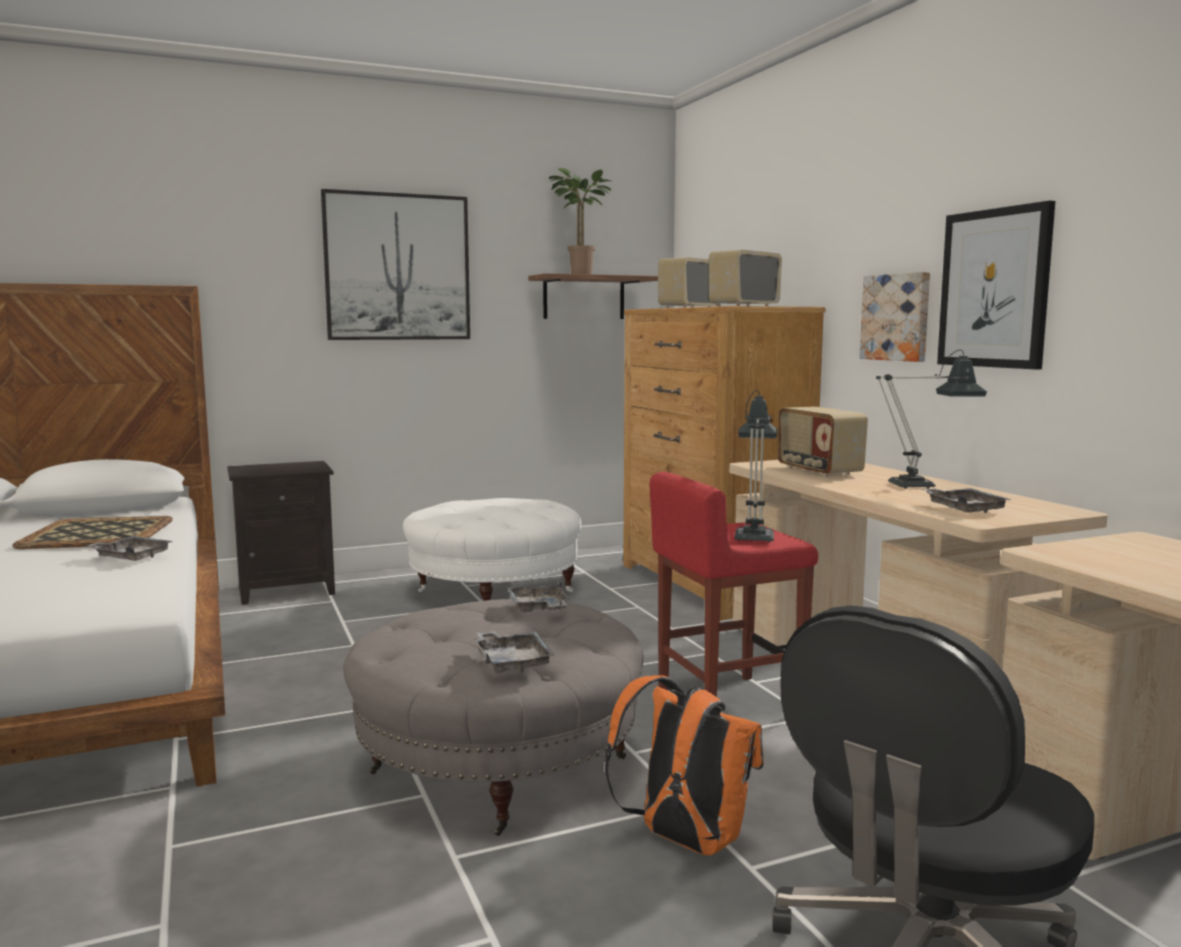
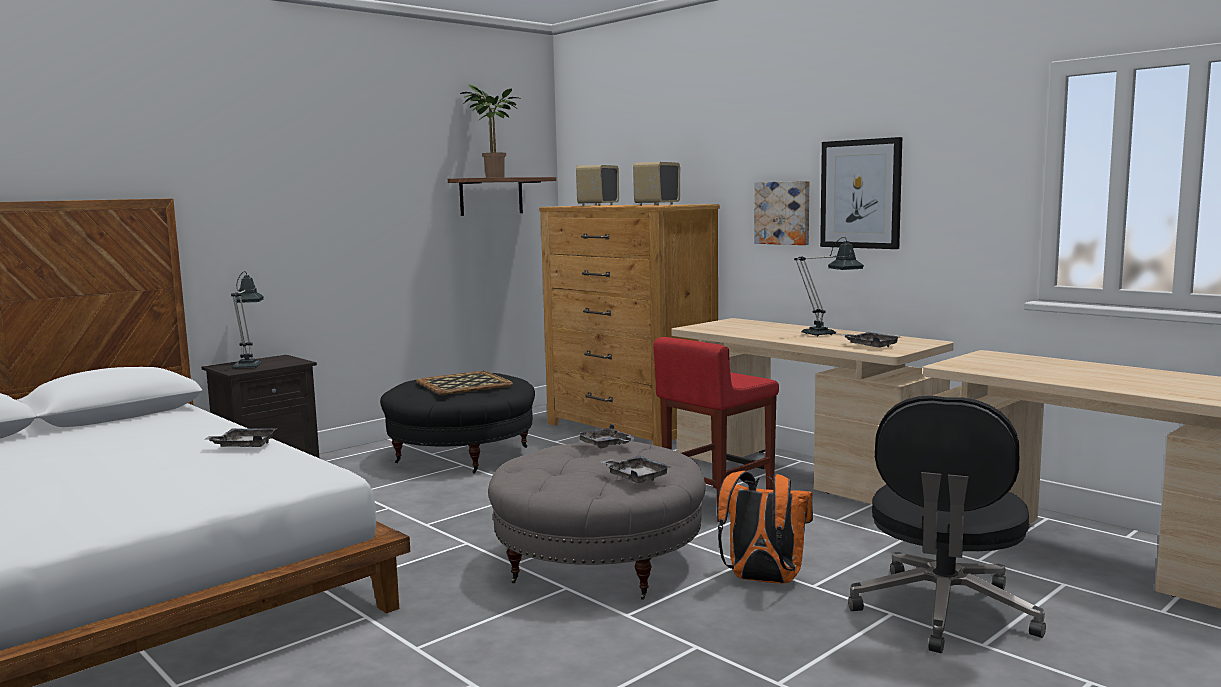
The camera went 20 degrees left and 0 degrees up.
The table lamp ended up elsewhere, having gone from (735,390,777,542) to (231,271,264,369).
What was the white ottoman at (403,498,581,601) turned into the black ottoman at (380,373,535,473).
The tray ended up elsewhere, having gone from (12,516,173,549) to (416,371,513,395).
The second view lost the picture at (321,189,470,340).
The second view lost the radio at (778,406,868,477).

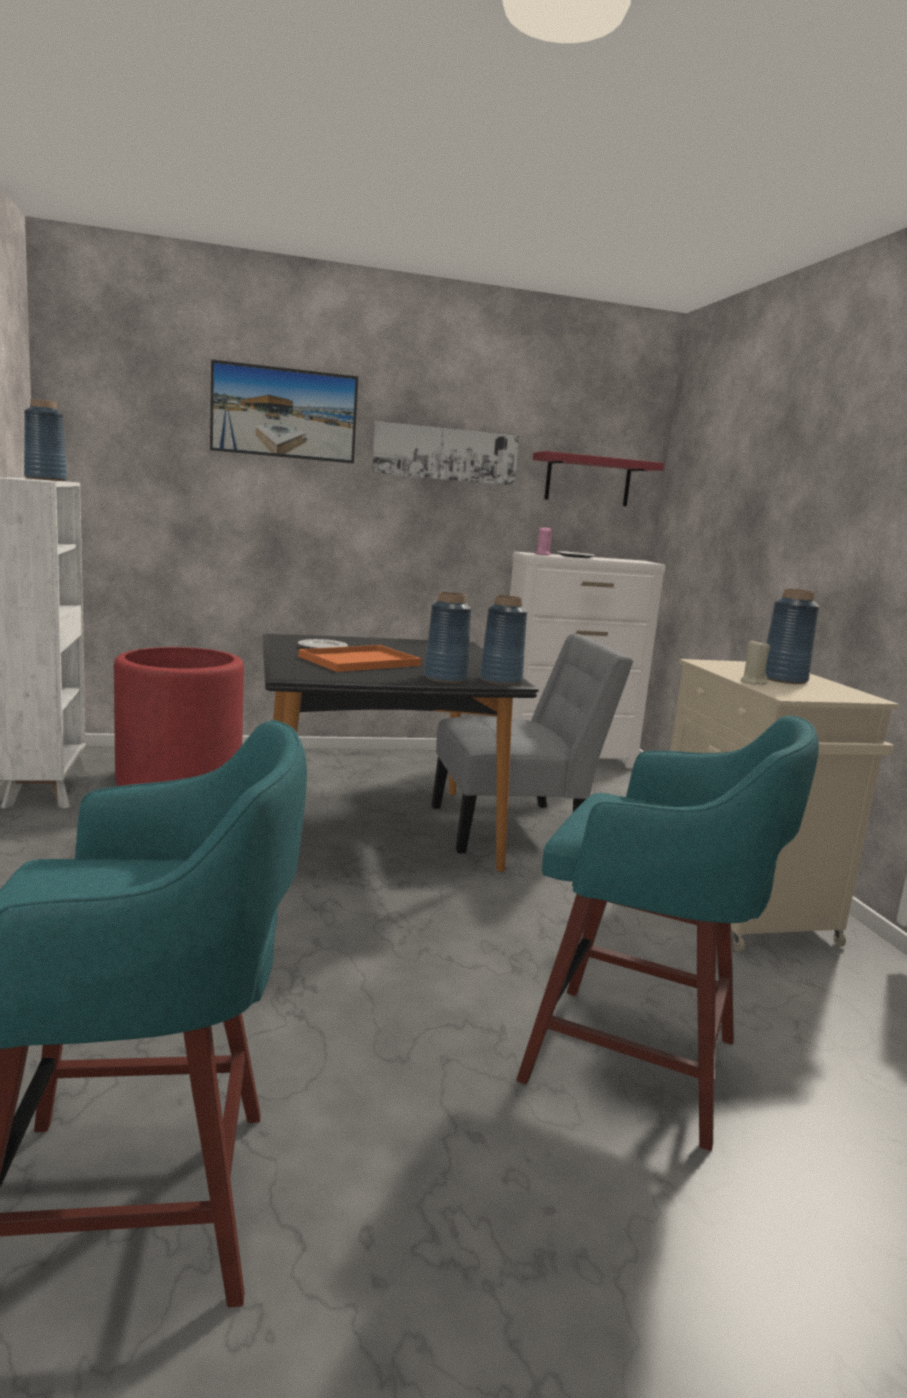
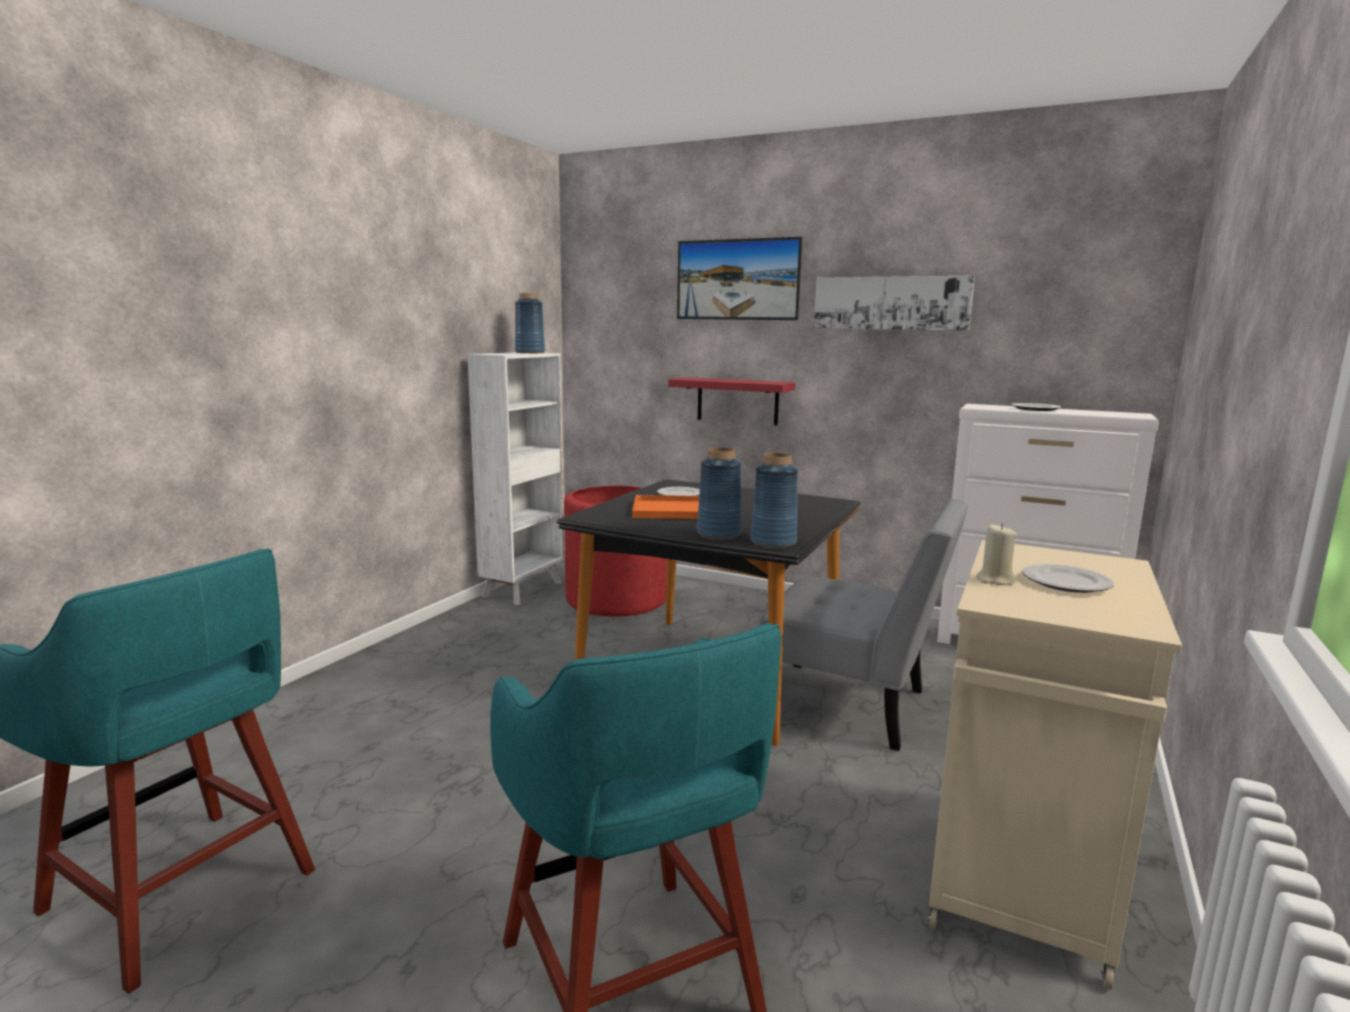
The camera went 40 degrees right and 0 degrees up.
The red shelf ended up elsewhere, having gone from (533,451,664,506) to (668,377,795,425).
Where the blue vase stood at (766,589,819,684), the plate came to stand at (1022,564,1114,593).
The second view lost the pink candle at (535,526,552,555).

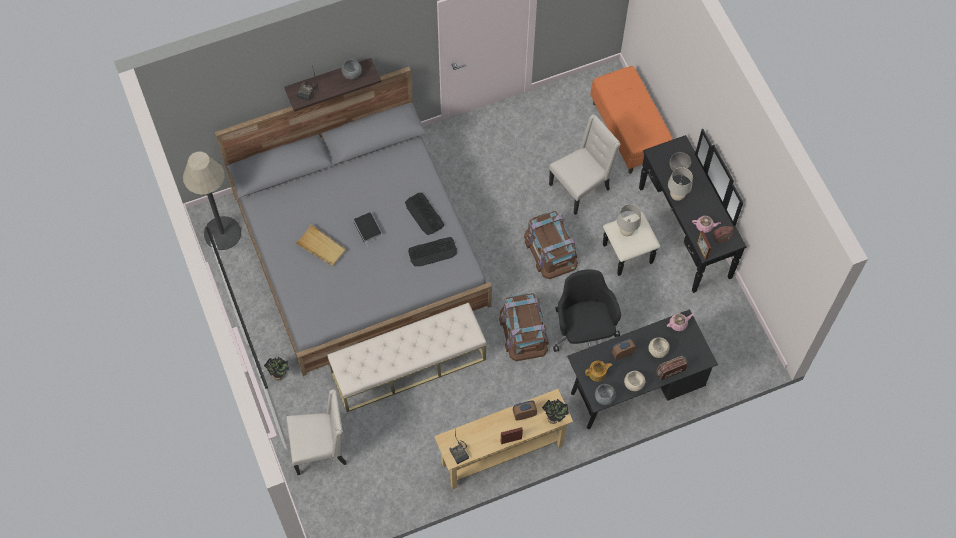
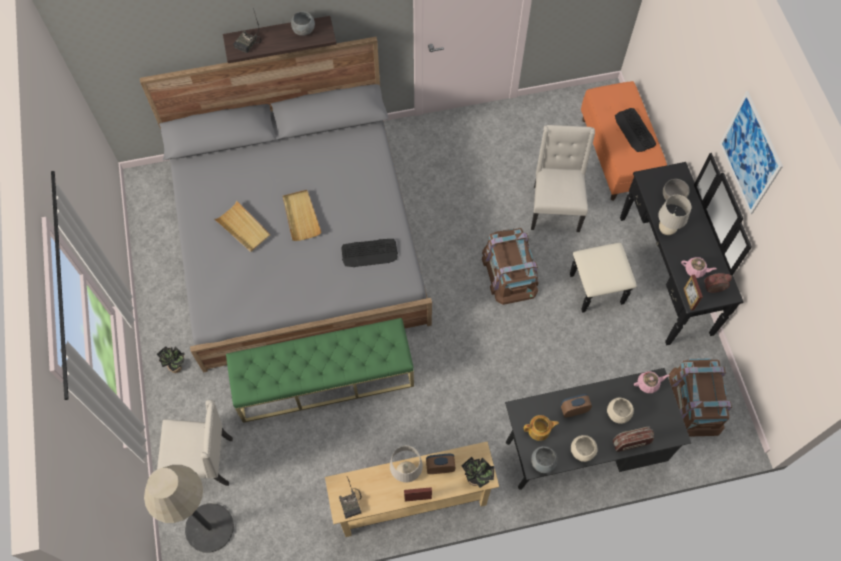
The camera went 10 degrees right and 0 degrees up.
The floor lamp ended up elsewhere, having gone from (183,151,241,250) to (144,465,234,553).
What was the beige bench at (327,303,486,412) turned into the green bench at (226,318,414,423).
Where the book stood at (353,212,382,247), the beige tray came to stand at (283,190,322,241).
The beige table lamp ended up elsewhere, having gone from (617,204,641,236) to (390,446,423,483).
The beige chair at (549,114,621,215) ended up facing another way, 60 degrees counterclockwise from before.
The keyboard ended up elsewhere, having gone from (405,193,444,235) to (615,108,656,152).
The brown storage box ended up elsewhere, having gone from (499,293,549,361) to (669,358,732,437).
The second view gained the picture at (720,91,783,214).
The second view lost the black office chair at (553,269,621,352).

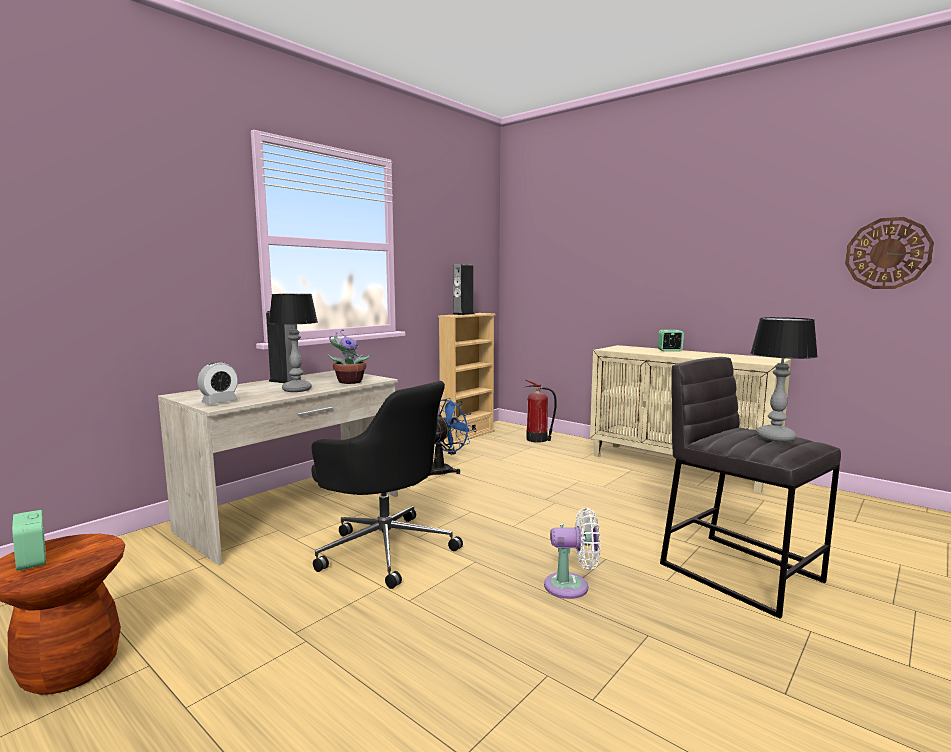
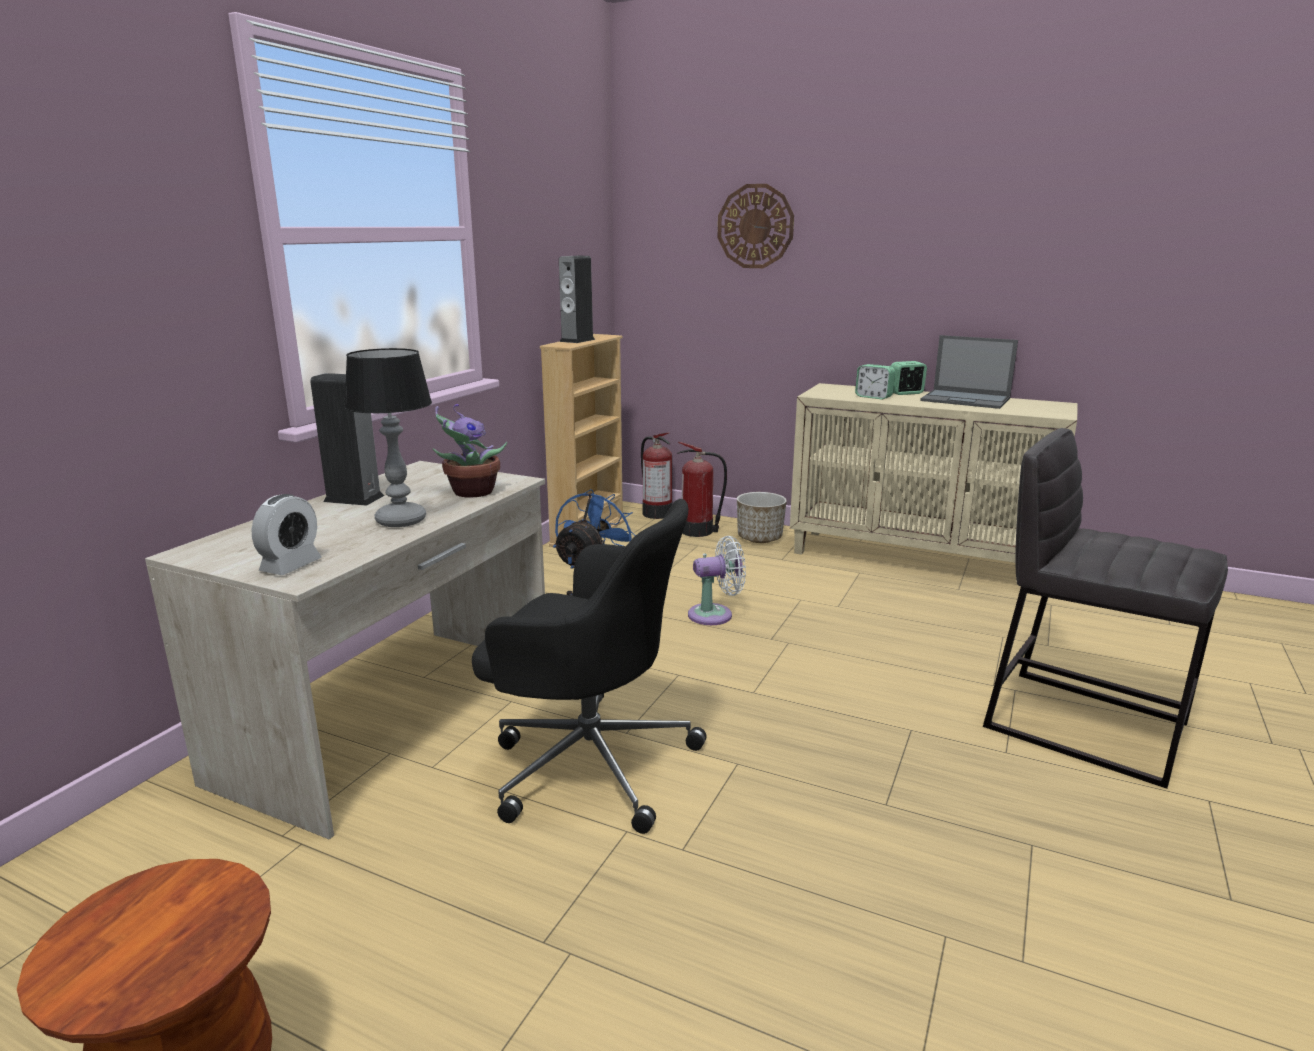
The camera went 15 degrees left and 10 degrees up.
The second view gained the fire extinguisher at (641,432,673,519).
The white fan ended up elsewhere, having gone from (544,508,600,599) to (688,536,746,625).
The wall clock ended up elsewhere, having gone from (845,217,934,289) to (717,184,794,268).
The second view gained the planter at (737,492,787,543).
The alarm clock ended up elsewhere, having gone from (12,510,46,571) to (855,364,895,400).
The second view gained the laptop at (920,335,1018,409).
The second view lost the table lamp at (750,317,818,442).

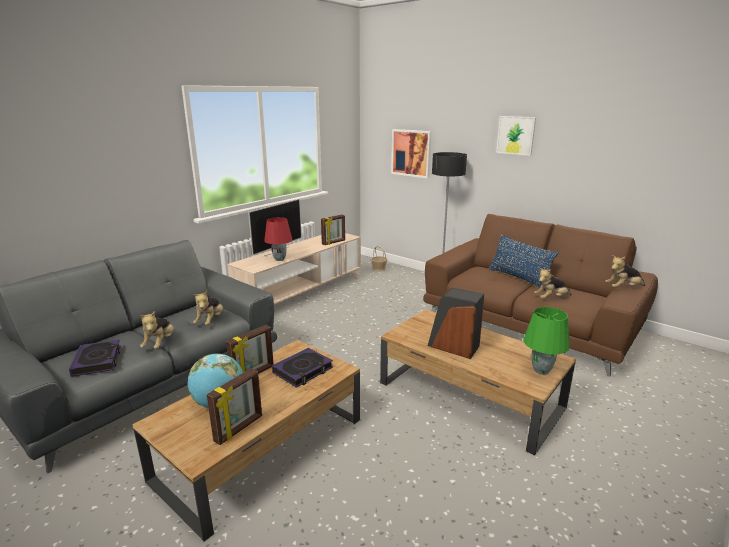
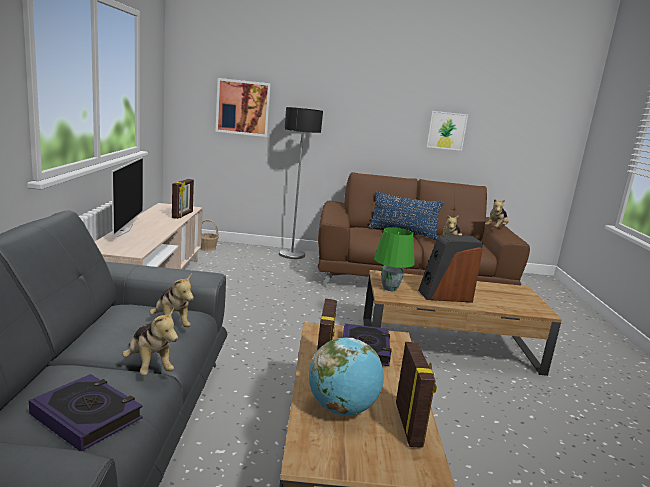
The camera went 40 degrees left and 5 degrees down.
The green table lamp ended up elsewhere, having gone from (523,307,570,374) to (374,227,415,291).
The picture ended up elsewhere, having gone from (496,116,536,156) to (426,111,468,151).
The second view lost the red table lamp at (264,217,292,261).

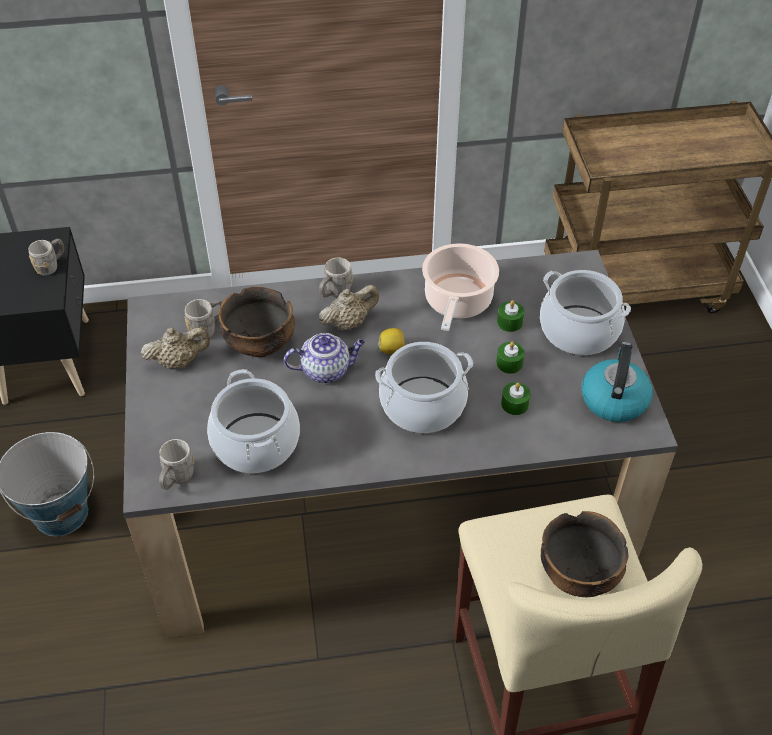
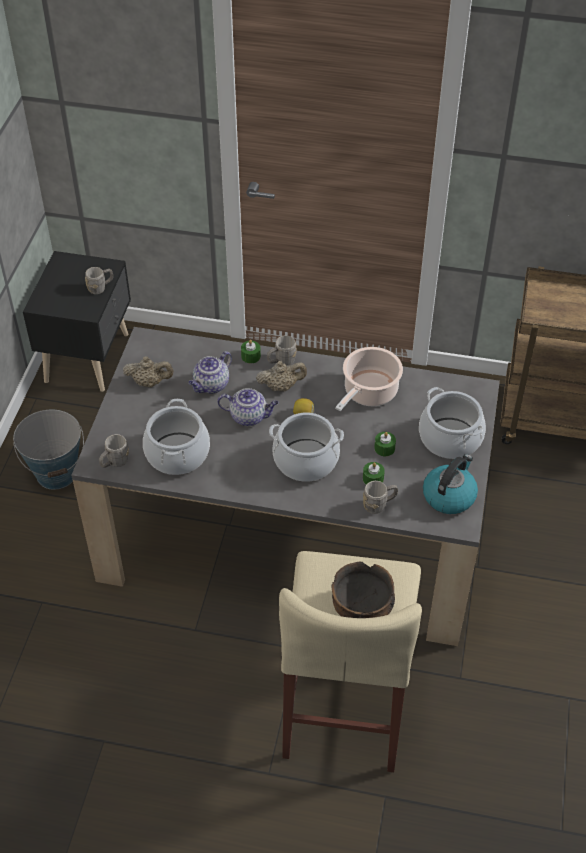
The camera went 20 degrees right and 0 degrees up.
Where the bowl stood at (218,287,295,357), the teapot came to stand at (189,351,232,394).
The green candle ended up elsewhere, having gone from (497,300,524,332) to (241,340,261,363).
The grey mug ended up elsewhere, having gone from (184,299,223,340) to (363,481,398,514).

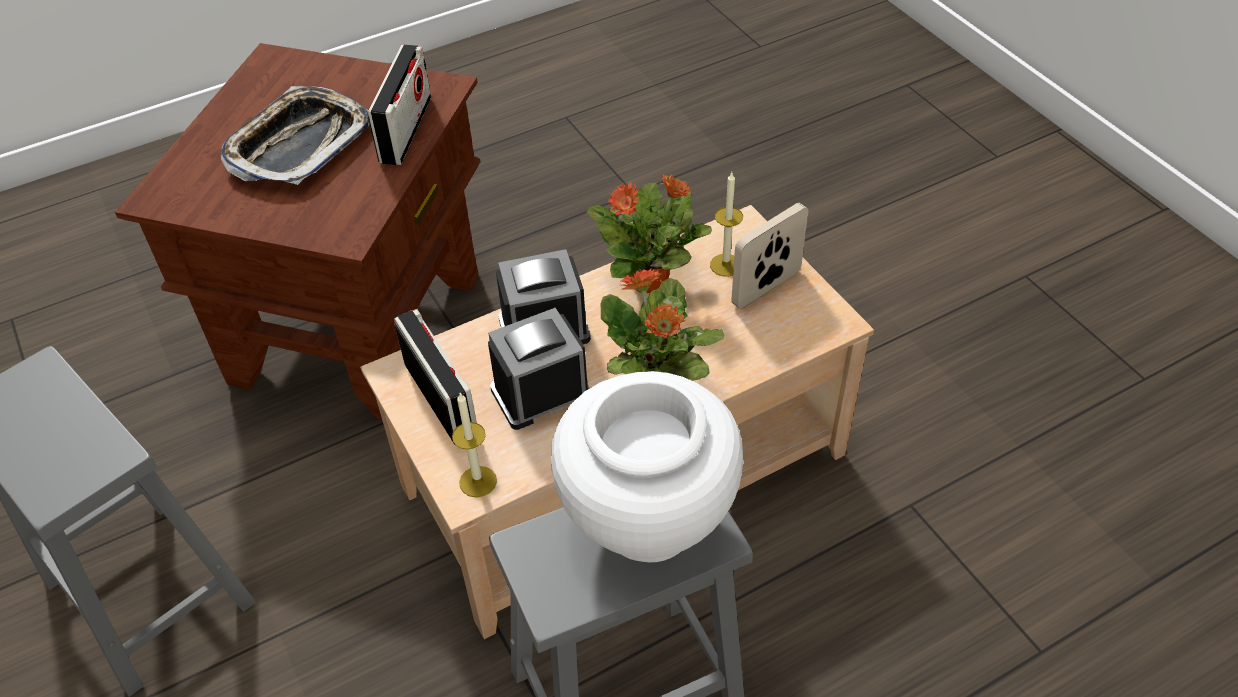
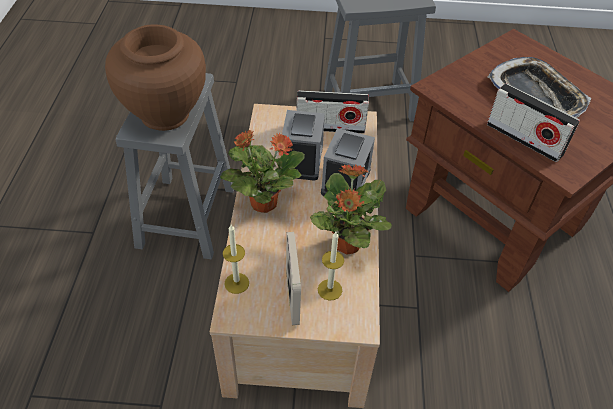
The camera went 120 degrees right and 0 degrees up.
What was the white vase at (551,371,743,562) turned into the brown vase at (105,24,206,131).
The candle ended up elsewhere, having gone from (452,393,497,497) to (223,225,249,294).

